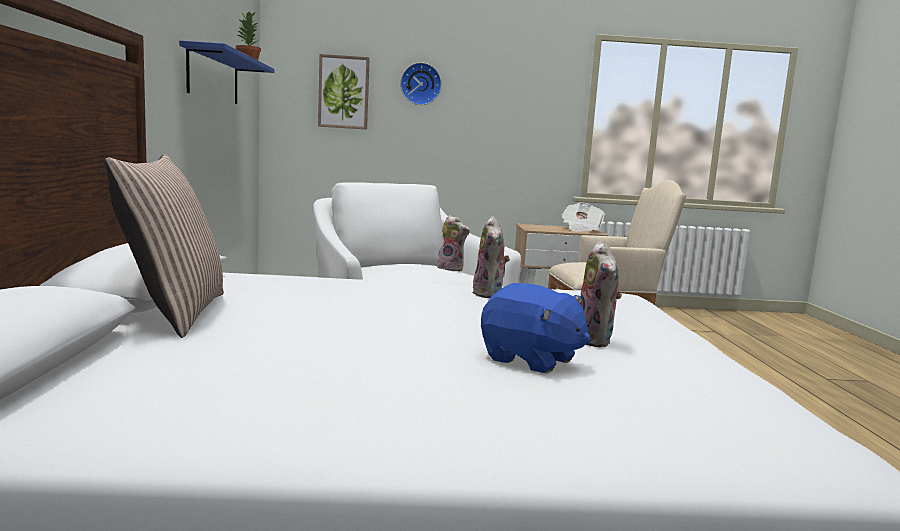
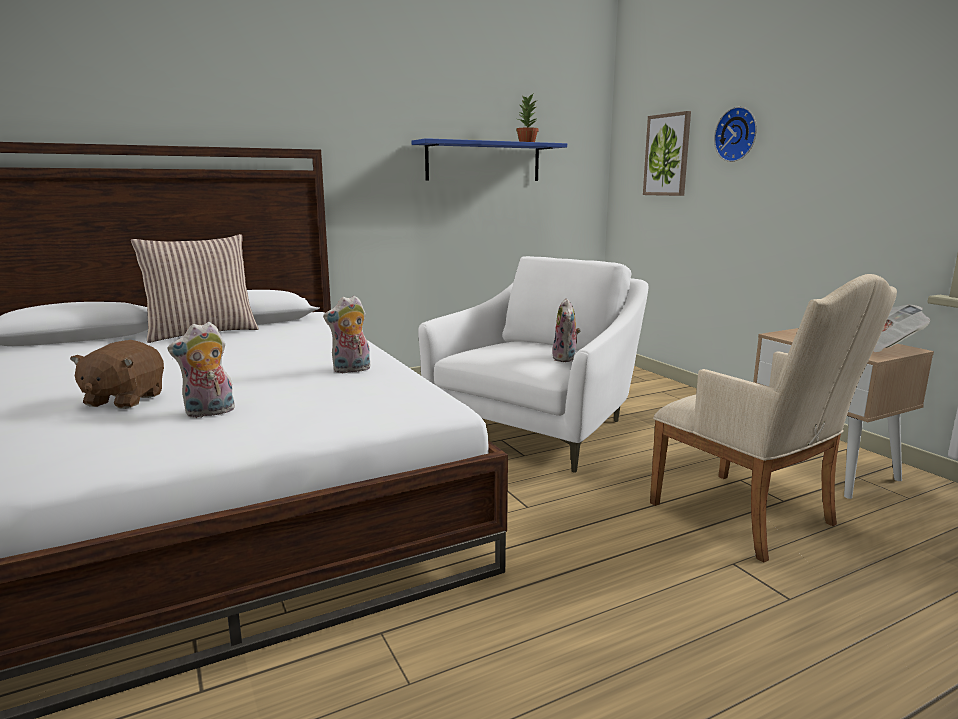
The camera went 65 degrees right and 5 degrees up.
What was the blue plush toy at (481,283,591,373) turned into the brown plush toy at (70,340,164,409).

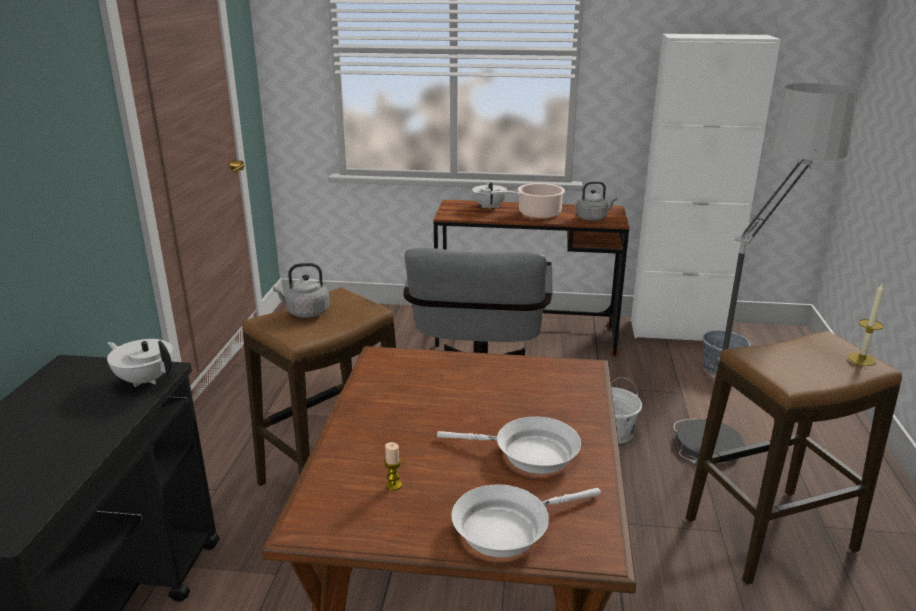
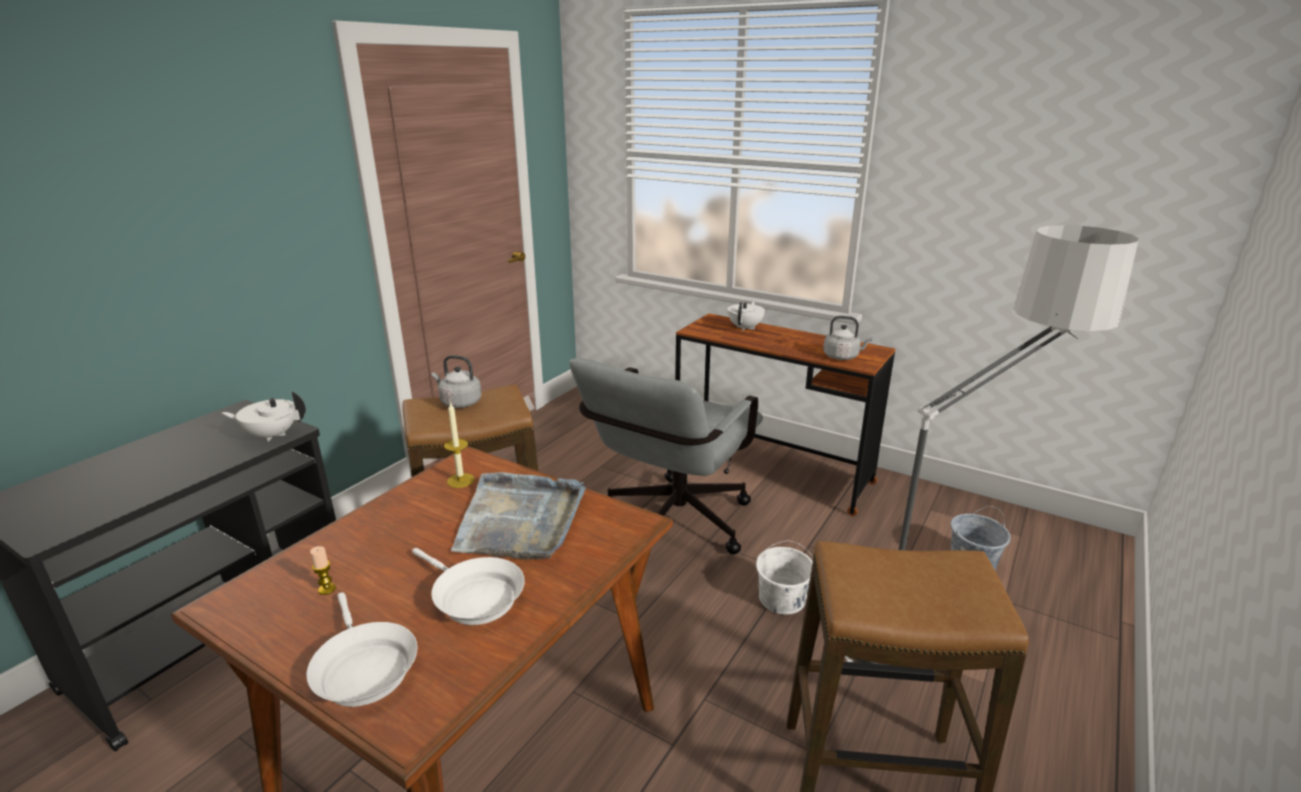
The camera went 25 degrees right and 0 degrees up.
The white teapot at (107,339,173,387) ended up facing another way, 60 degrees counterclockwise from before.
The white frying pan at (452,484,601,557) ended up facing another way, 120 degrees counterclockwise from before.
The candle ended up elsewhere, having gone from (848,284,884,366) to (444,402,475,488).
The second view gained the grey tray at (451,472,586,559).
The second view lost the cooking pot at (491,183,565,219).
The second view lost the white cabinet at (631,34,781,341).

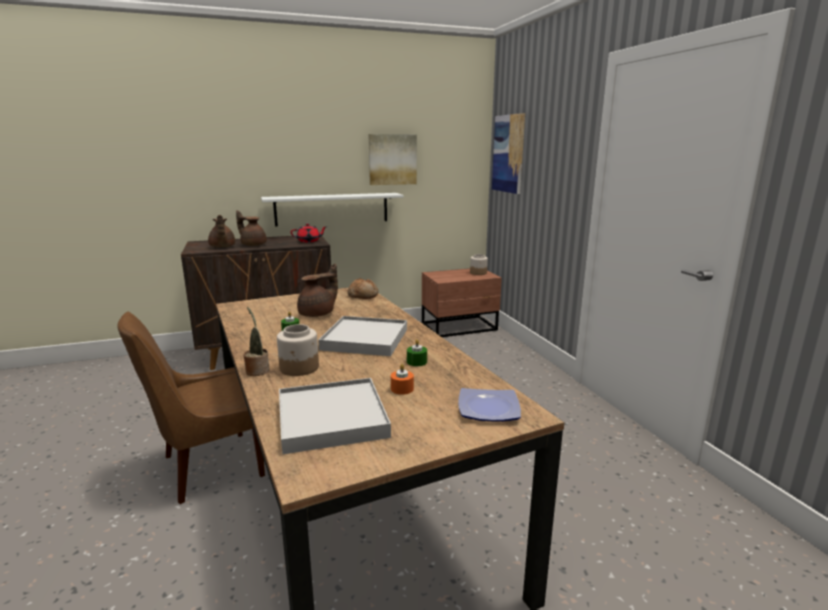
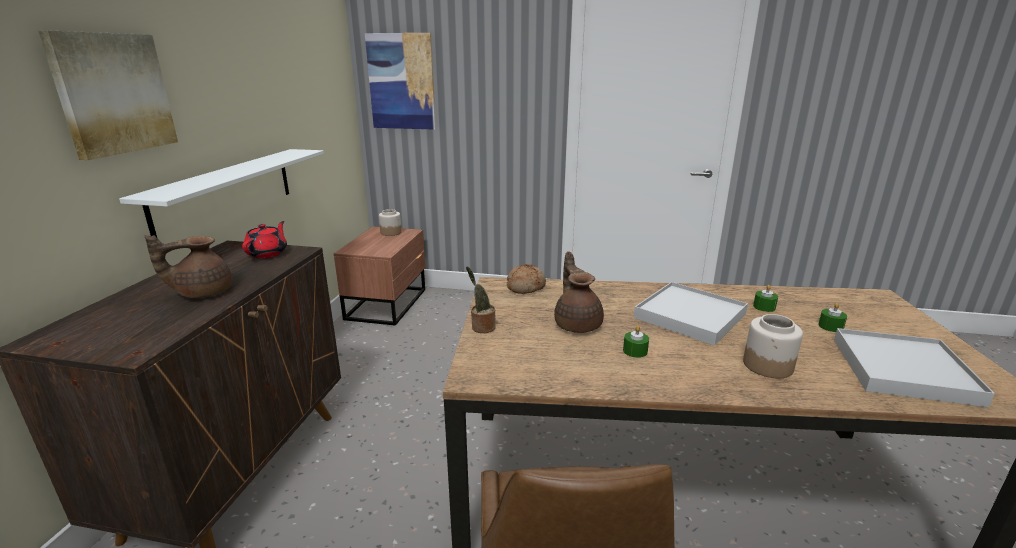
The camera went 60 degrees left and 5 degrees up.
The picture ended up elsewhere, having gone from (368,134,417,185) to (38,30,178,160).
The potted plant ended up elsewhere, having gone from (243,307,270,376) to (466,266,496,333).
What was the orange candle at (391,364,414,395) turned into the green candle at (818,303,847,332).
The second view lost the brown teapot at (208,215,235,248).
The second view lost the plate at (458,388,521,422).

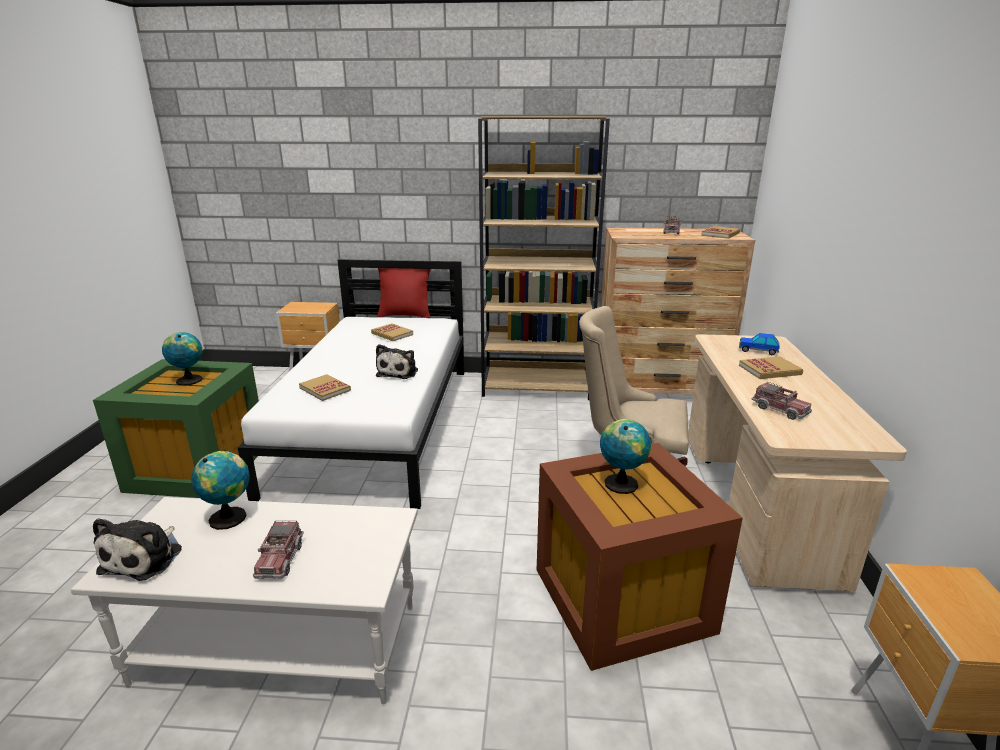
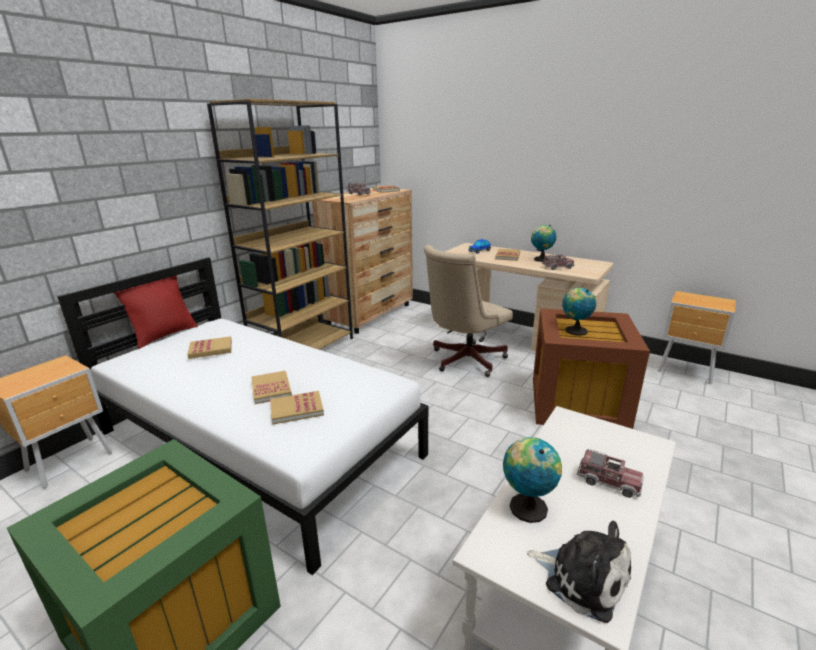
The camera went 60 degrees left and 0 degrees up.
The second view gained the book at (251,371,292,404).
The globe ended up elsewhere, having gone from (162,332,202,386) to (531,225,557,262).
The second view lost the plush toy at (376,344,418,379).

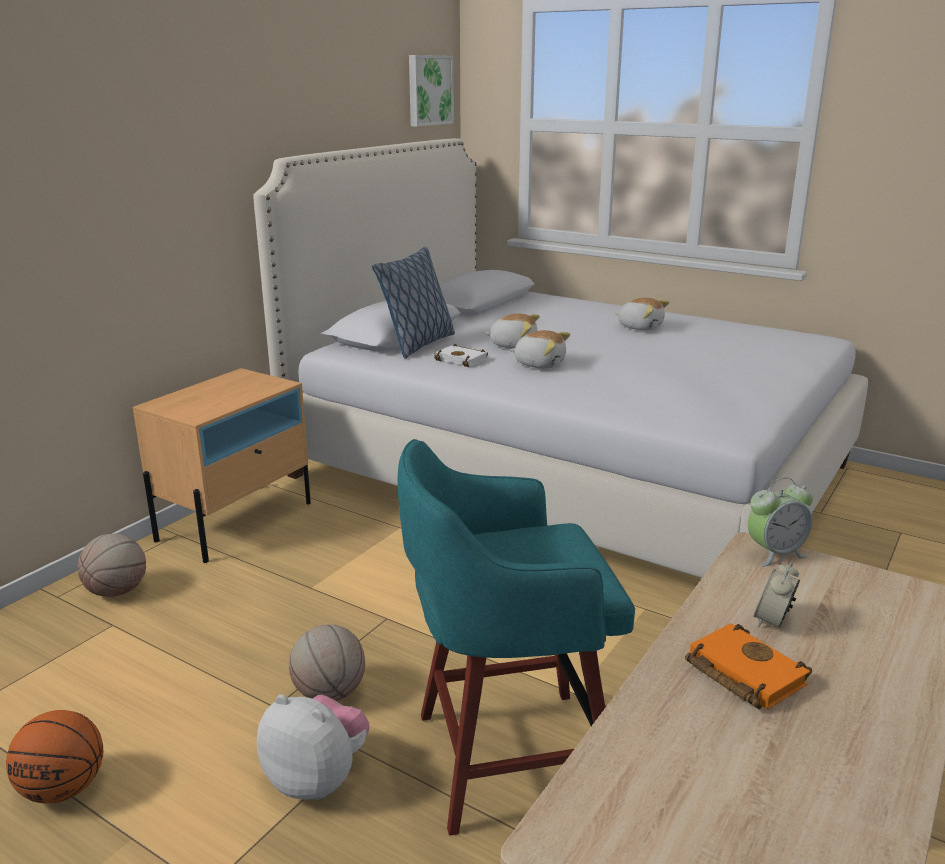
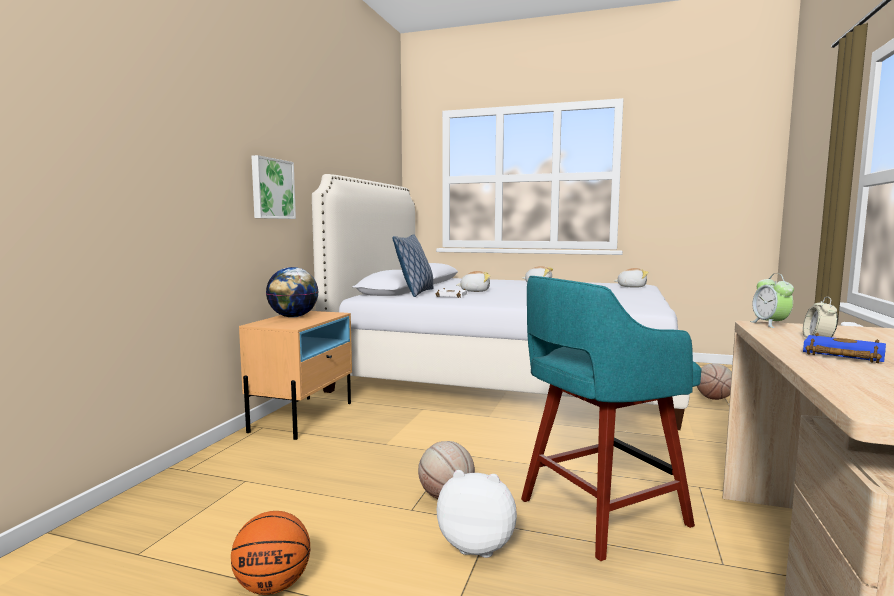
The camera went 15 degrees left and 15 degrees down.
The picture ended up elsewhere, having gone from (409,55,454,127) to (251,155,296,219).
The second view gained the globe at (266,267,319,318).
The plush toy ended up elsewhere, having gone from (510,330,570,369) to (613,268,649,288).
The basketball ended up elsewhere, having gone from (78,534,146,597) to (697,363,732,400).
The alarm clock at (748,477,813,567) ended up facing another way, 120 degrees clockwise from before.
What was the orange book at (685,623,812,710) turned into the blue book at (803,333,886,363).

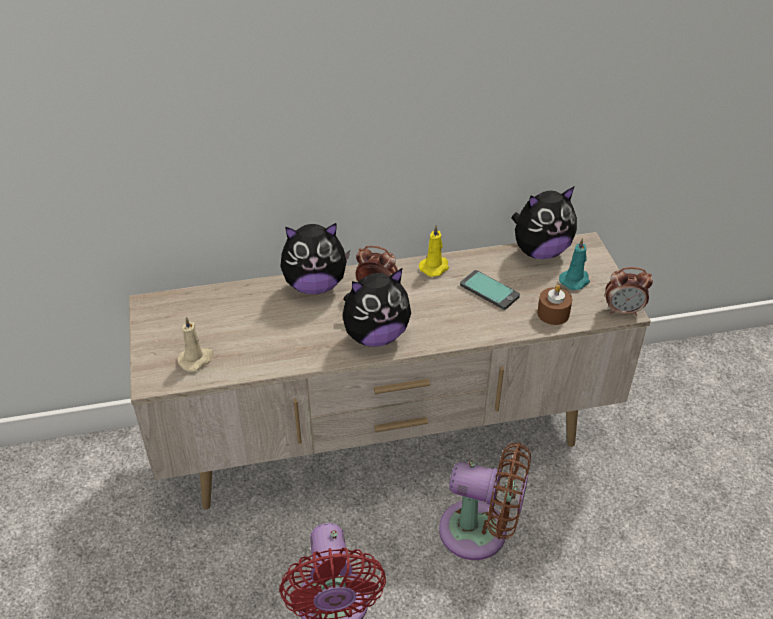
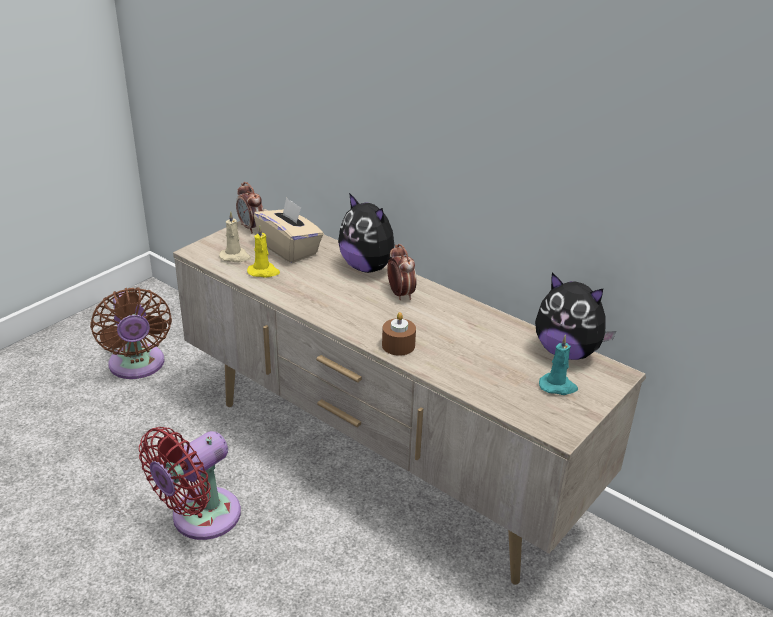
The camera went 50 degrees right and 10 degrees down.
The brown fan ended up elsewhere, having gone from (439,443,531,560) to (90,287,172,379).
The alarm clock ended up elsewhere, having gone from (606,267,653,316) to (236,182,264,233).
The yellow candle ended up elsewhere, having gone from (419,225,449,277) to (247,226,280,278).
The second view gained the beige tissue box at (254,197,324,263).
The brown candle ended up elsewhere, having gone from (537,285,572,325) to (382,312,416,356).
The second view lost the plush toy at (343,268,411,347).
The second view lost the phone at (460,270,520,310).

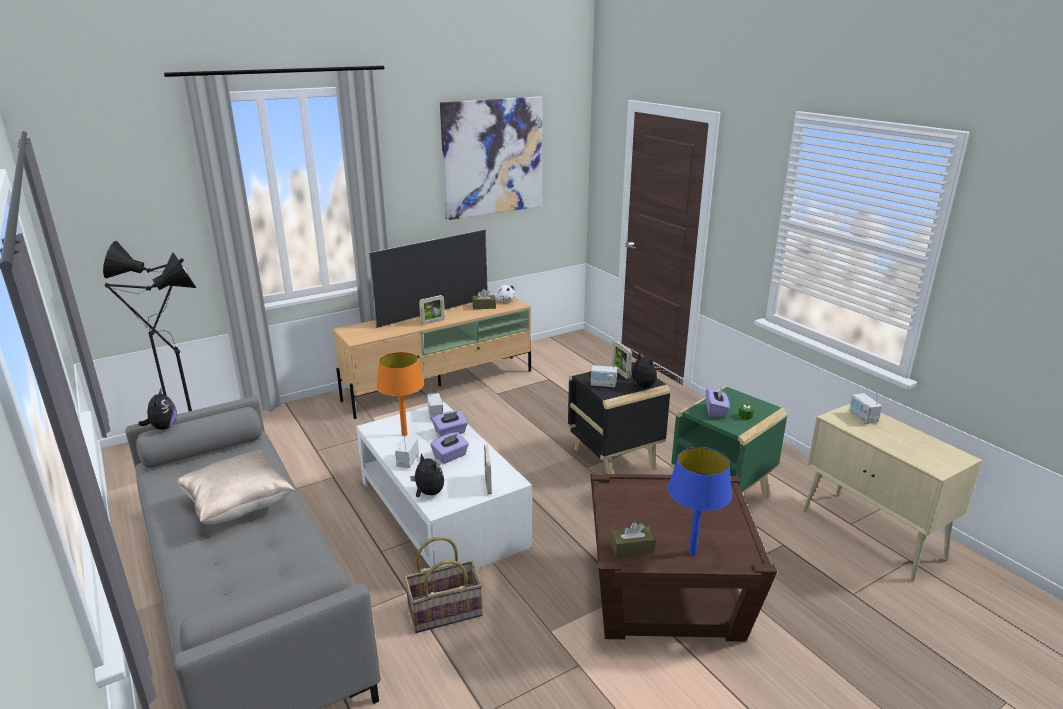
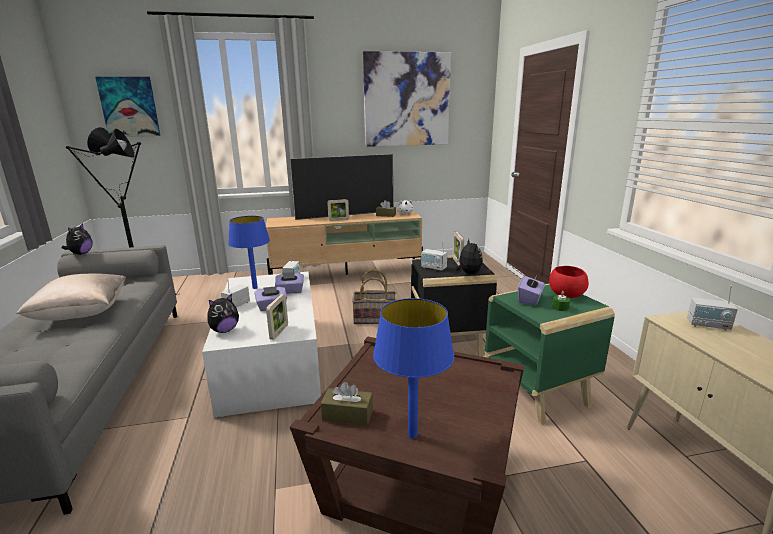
The camera went 20 degrees right and 5 degrees down.
The second view gained the picture at (95,76,161,137).
The plush toy at (410,453,444,497) ended up facing another way, 75 degrees clockwise from before.
What was the orange table lamp at (376,352,424,436) turned into the blue table lamp at (228,216,270,289).
The basket ended up elsewhere, having gone from (404,536,483,633) to (352,269,397,324).
The second view gained the red bowl at (549,266,589,298).
The radio at (849,390,882,424) ended up facing another way, 75 degrees counterclockwise from before.

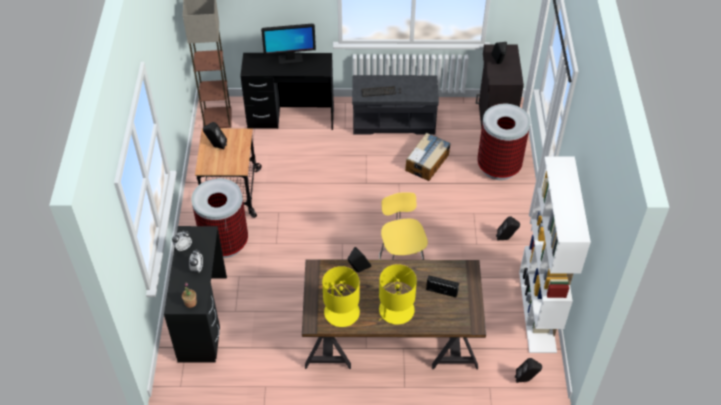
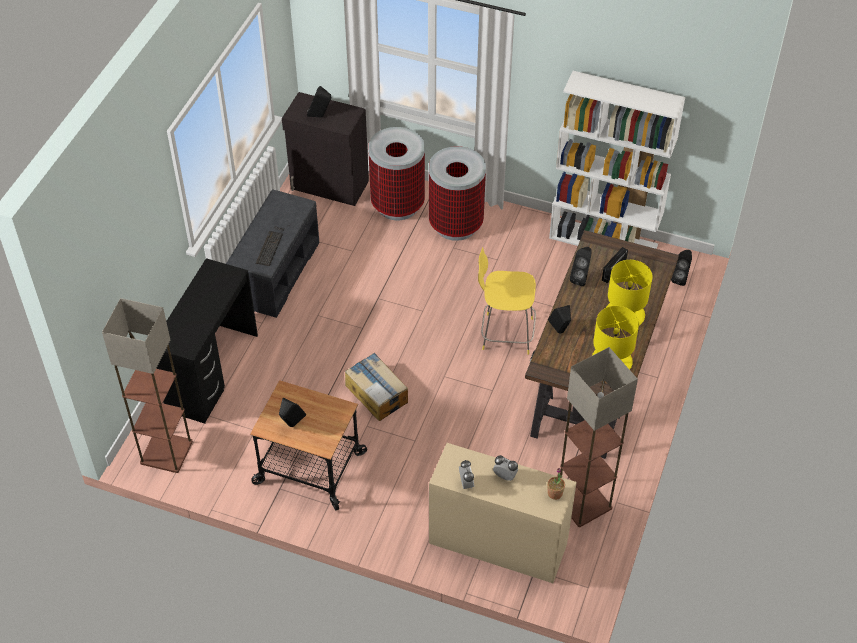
The camera went 70 degrees left and 0 degrees up.
The cardboard box ended up elsewhere, having gone from (405,133,451,181) to (345,353,408,421).
The trash can ended up elsewhere, having gone from (191,178,248,258) to (429,146,486,241).
What was the black desk at (164,226,227,363) turned into the beige desk at (429,443,577,583).
The second view gained the floor lamp at (560,347,638,527).
The black speaker ended up elsewhere, having gone from (496,216,520,241) to (570,247,592,286).
The second view lost the monitor at (261,24,316,65).

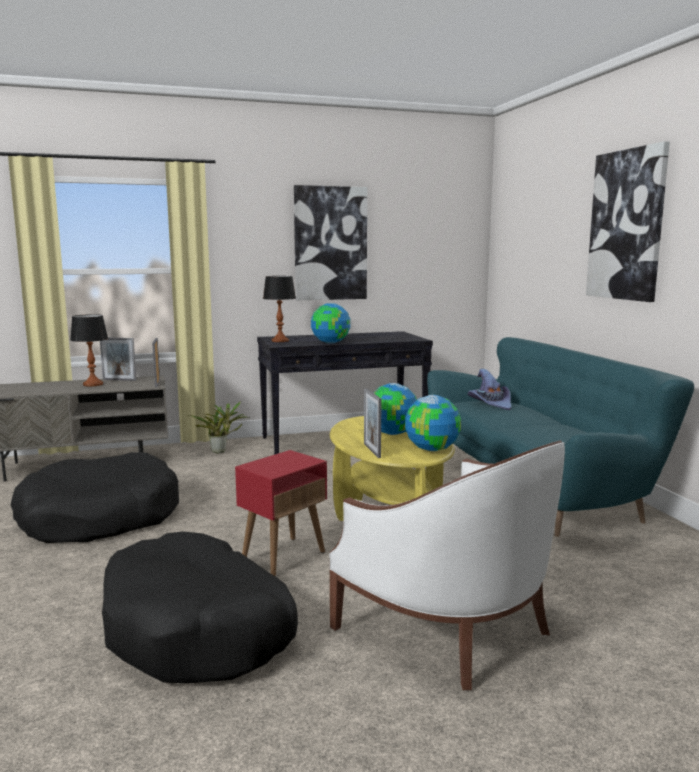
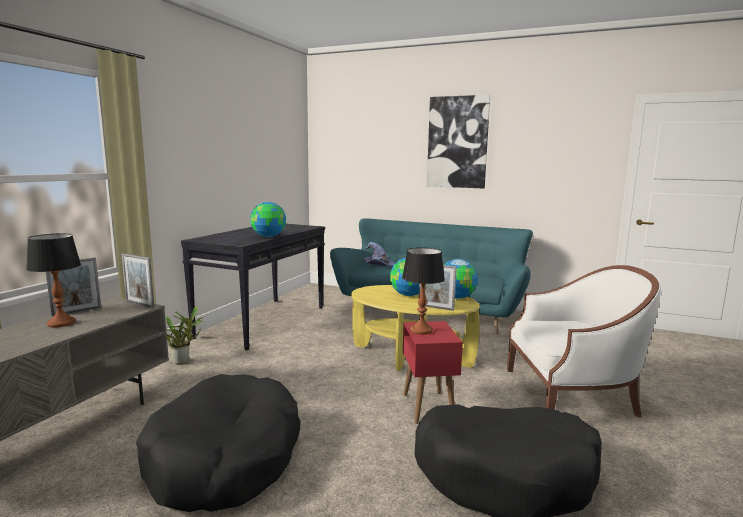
The camera went 50 degrees left and 0 degrees up.
The table lamp ended up elsewhere, having gone from (263,276,296,342) to (402,248,445,334).
The second view lost the picture at (294,185,367,300).

